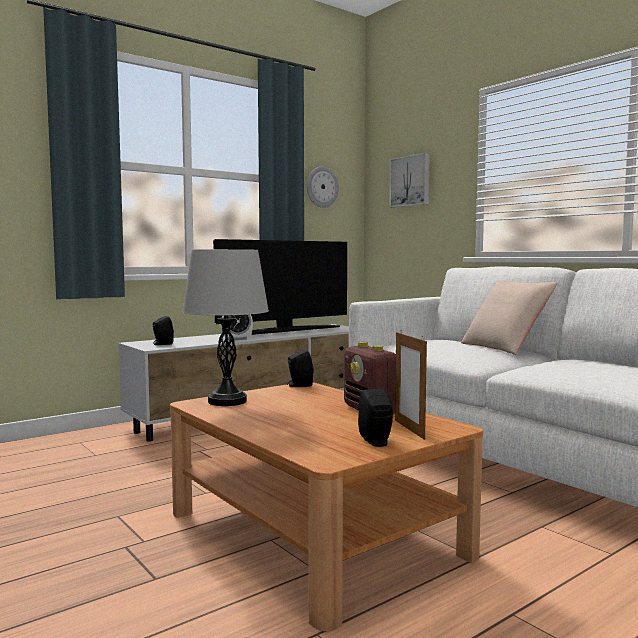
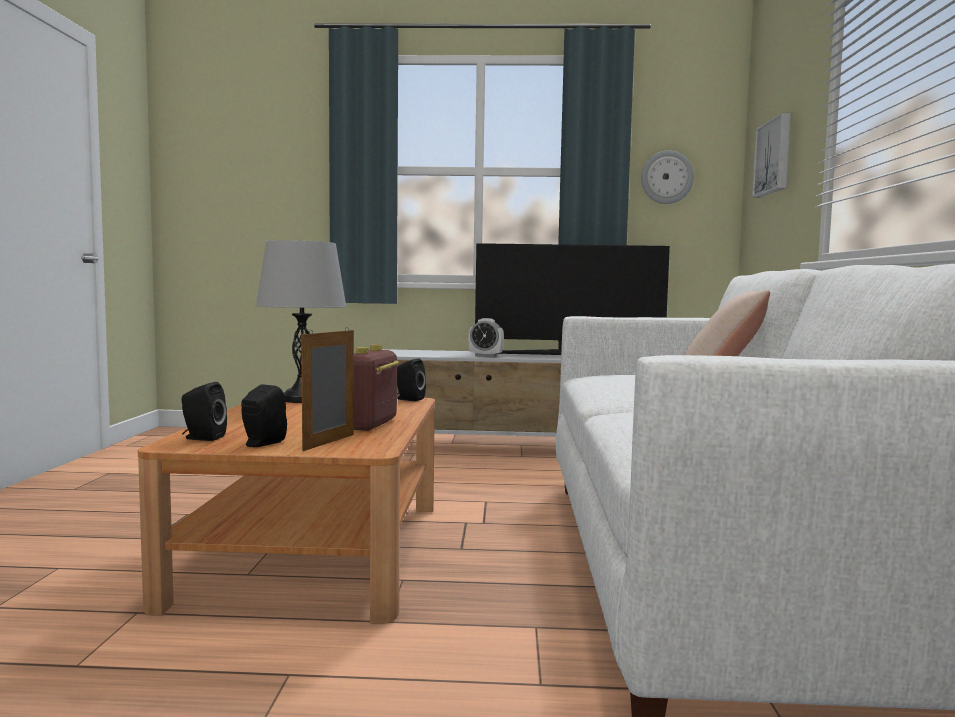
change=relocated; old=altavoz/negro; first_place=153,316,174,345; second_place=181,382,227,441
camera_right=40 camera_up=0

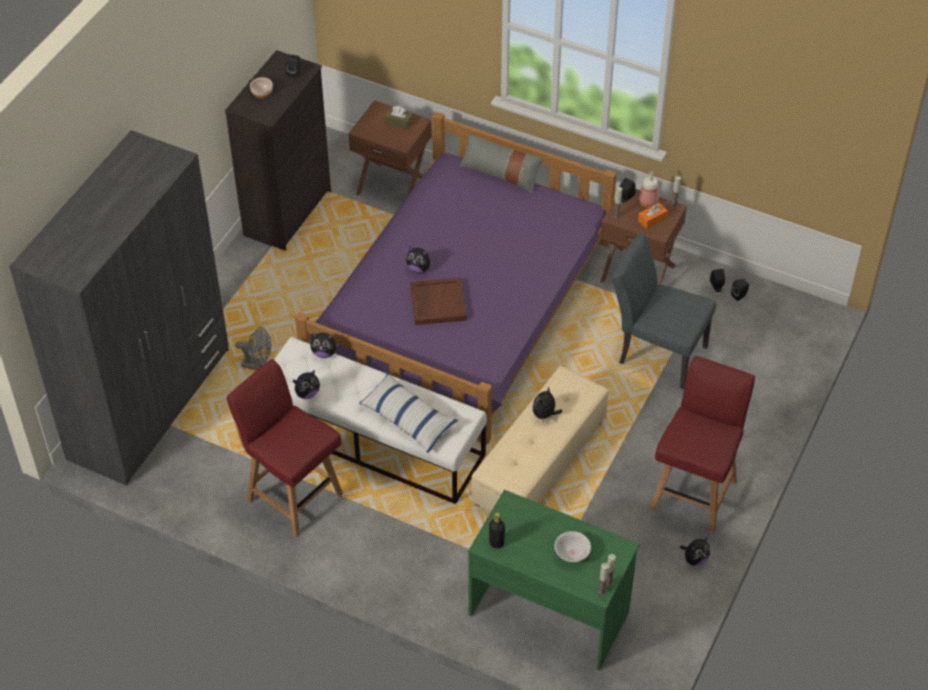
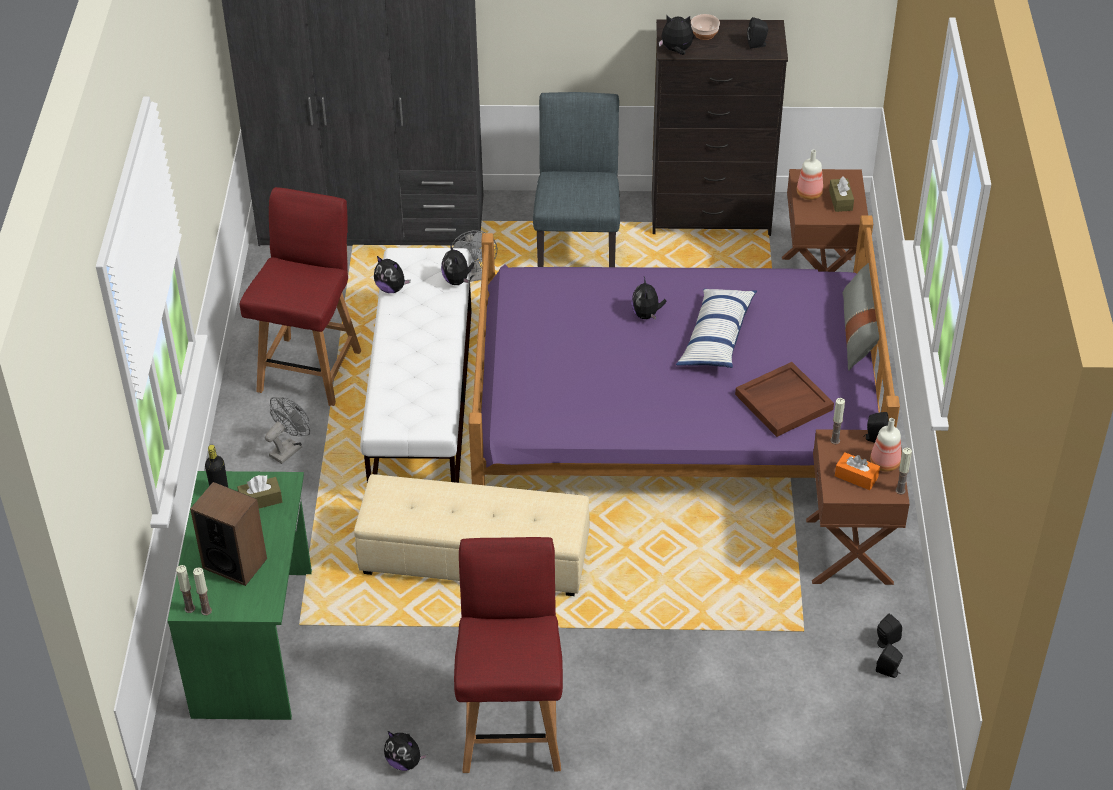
change=exchanged; old=cuenco/blanco; new=altavoz; first_place=554,531,591,562; second_place=190,482,267,586
change=appeared; new=caja de pañuelos/marrón; second_place=237,475,282,508
change=appeared; new=ventilador/gris; second_place=265,397,310,464
change=spun; old=silla/rojo; first_place=650,356,755,532; second_place=454,537,563,773; degrees=-90
change=relocated; old=silla/gris; first_place=612,233,716,389; second_place=533,92,620,267
change=relocated; old=peluche; first_place=533,387,563,421; second_place=659,15,693,55
change=relocated; old=cojín; first_place=359,372,458,453; second_place=676,289,757,368
change=relocated; old=bandeja/marrón; first_place=410,278,467,325; second_place=735,362,834,437
change=appeared; new=botella; second_place=797,150,823,200
camera_right=65 camera_up=-5

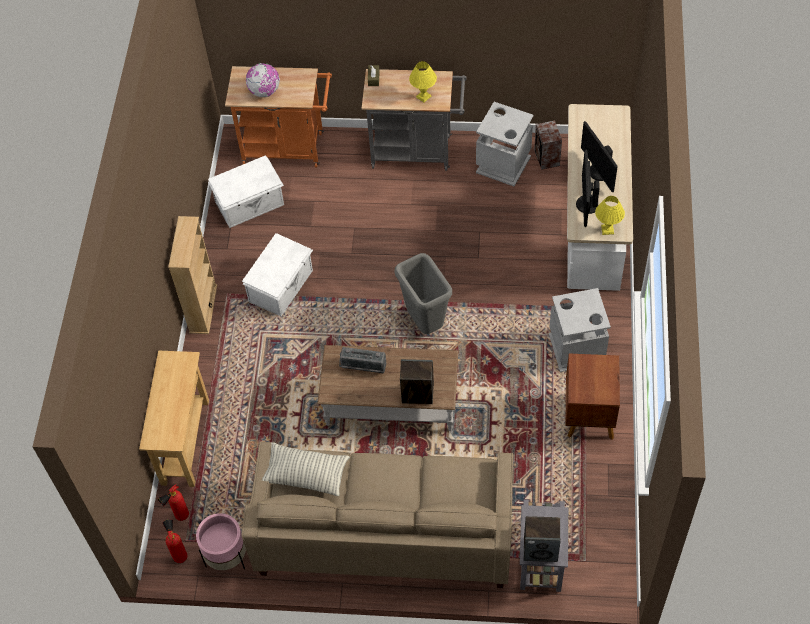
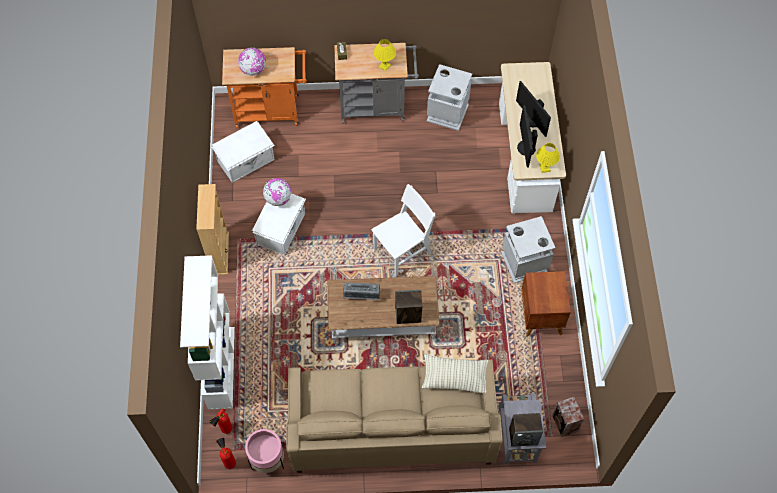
change=exchanged; old=mesa consola/beis; new=estantería/blanco; first_place=139,350,209,487; second_place=180,255,235,409
change=appeared; new=globo terráqueo; second_place=263,178,291,206
change=exchanged; old=papelera/gris; new=silla/blanco; first_place=395,253,452,334; second_place=371,184,435,276
change=relocated; old=cojín; first_place=262,442,350,496; second_place=422,354,488,393
change=relocated; old=altavoz; first_place=534,121,562,170; second_place=552,397,584,437
camera_right=-10 camera_up=5

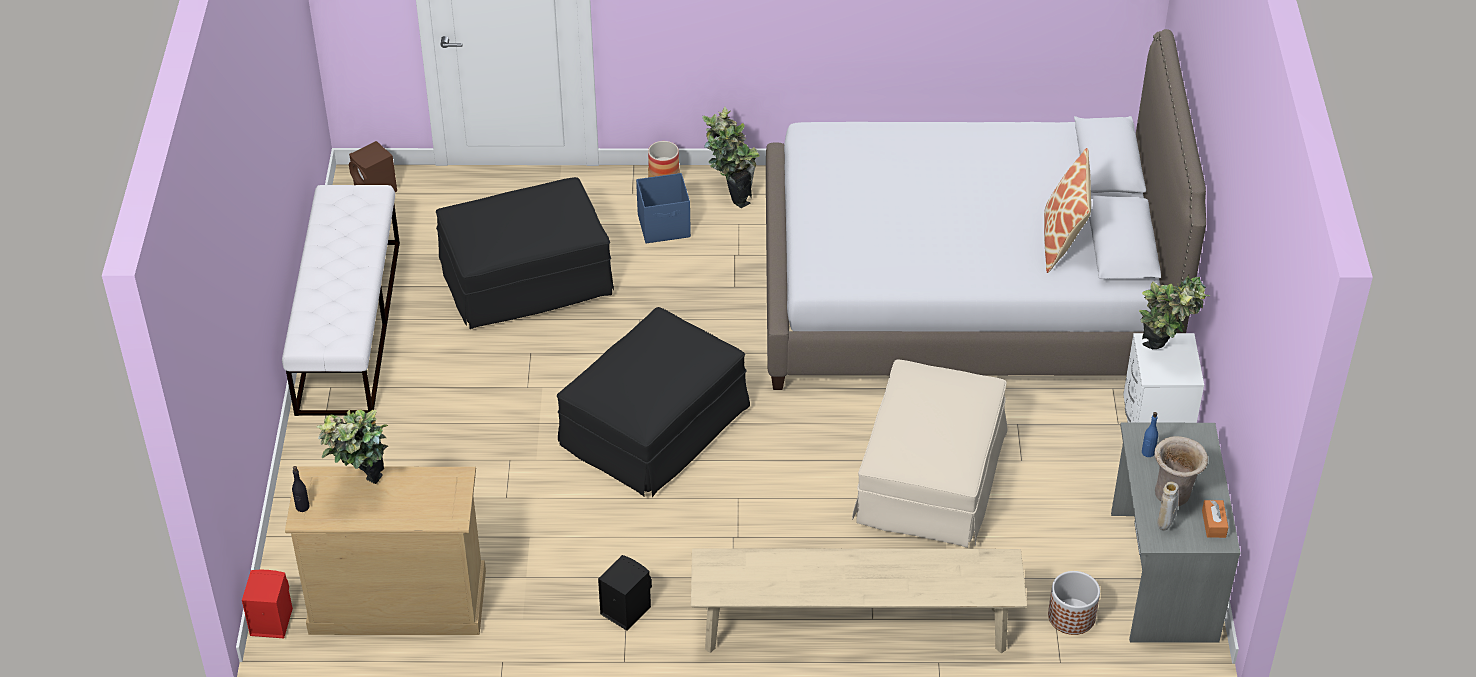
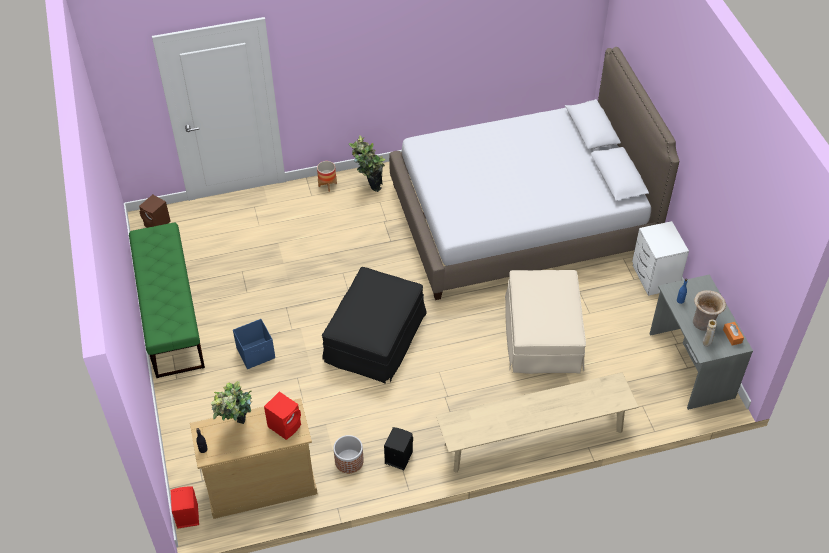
change=colour; old=banco/blanco; new=banco/verde; first_place=282,185,400,416; second_place=129,223,205,378
change=relocated; old=caja de almacenaje/azul; first_place=636,173,691,243; second_place=233,319,275,369
change=appeared; new=altavoz/rojo; second_place=264,391,301,440
change=relocated; old=maceta; first_place=1048,571,1100,635; second_place=333,435,364,473
change=missing; old=puf/negro; first_place=436,177,614,329
change=missing; old=cojín; first_place=1044,148,1091,273
change=missing; old=planta en maceta; first_place=1139,275,1211,349
camera_right=-15 camera_up=5

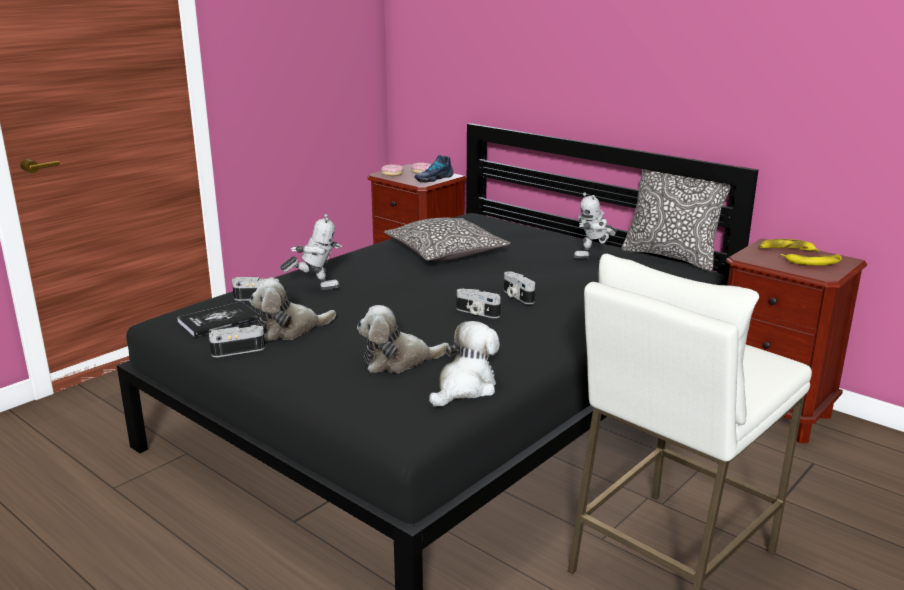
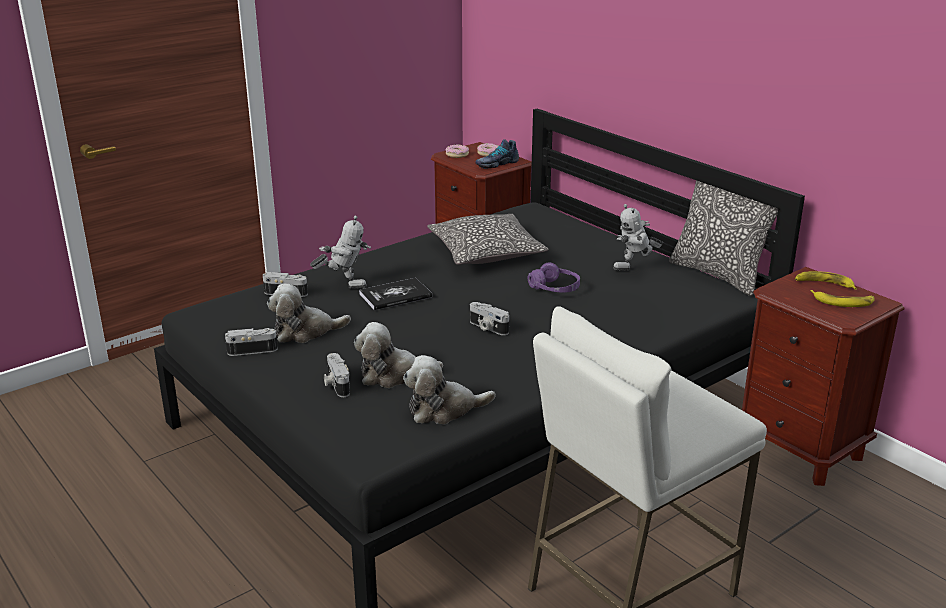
change=relocated; old=cámara; first_place=504,271,535,304; second_place=324,353,350,397
change=relocated; old=libro; first_place=177,301,260,337; second_place=359,278,432,310
change=spun; old=peluche; first_place=429,321,500,407; second_place=403,355,496,424; degrees=-150
change=appeared; new=auriculares/morado; second_place=528,262,580,292
camera_right=10 camera_up=5

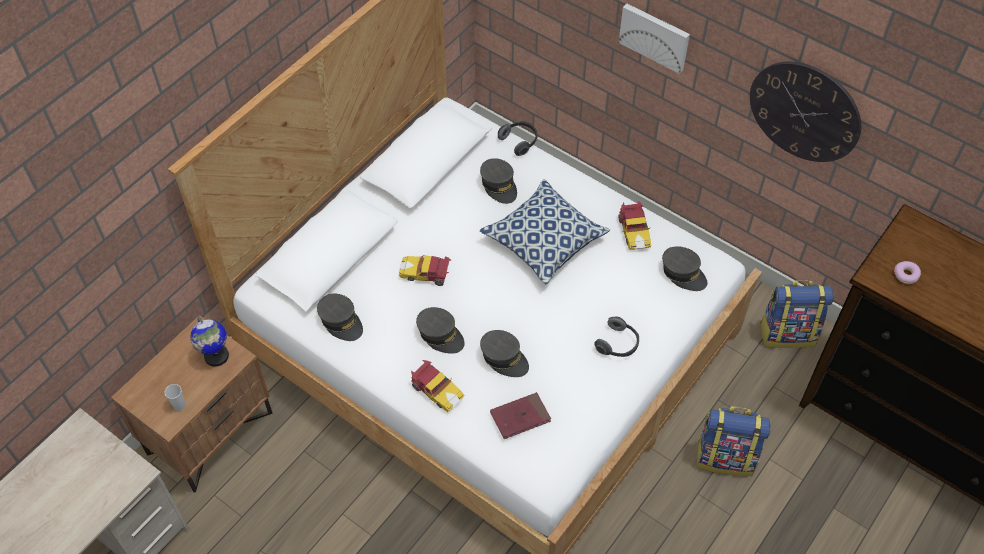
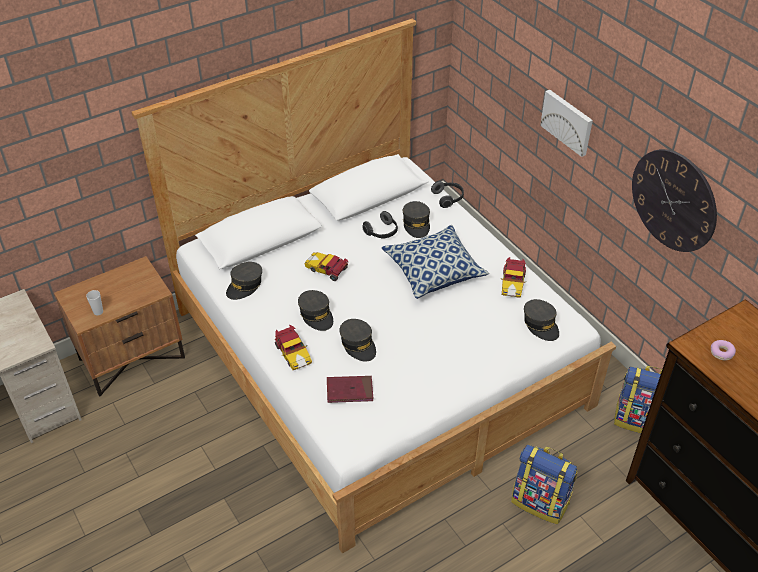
change=spun; old=gorra/gris; first_place=317,294,363,341; second_place=226,262,262,300; degrees=60
change=relocated; old=auriculares; first_place=594,316,639,357; second_place=362,211,398,239
change=missing; old=globo terráqueo; first_place=190,316,229,367
camera_right=20 camera_up=-10

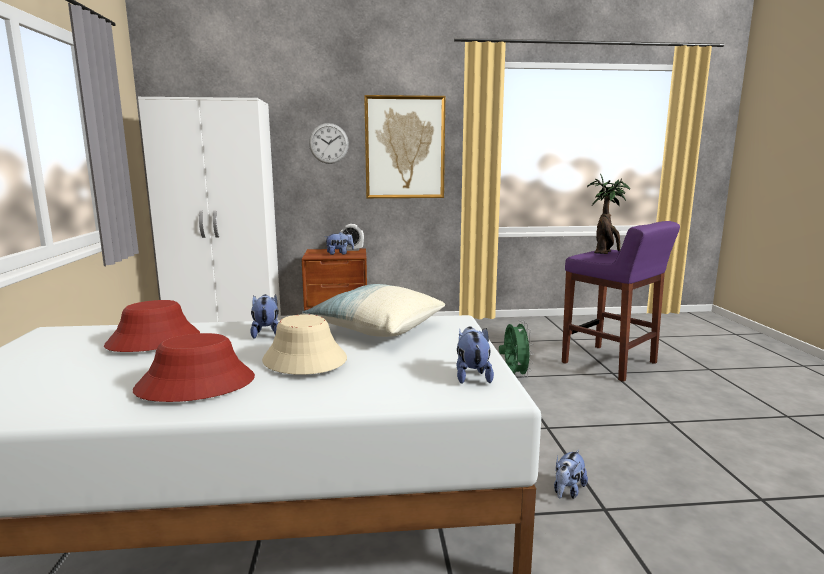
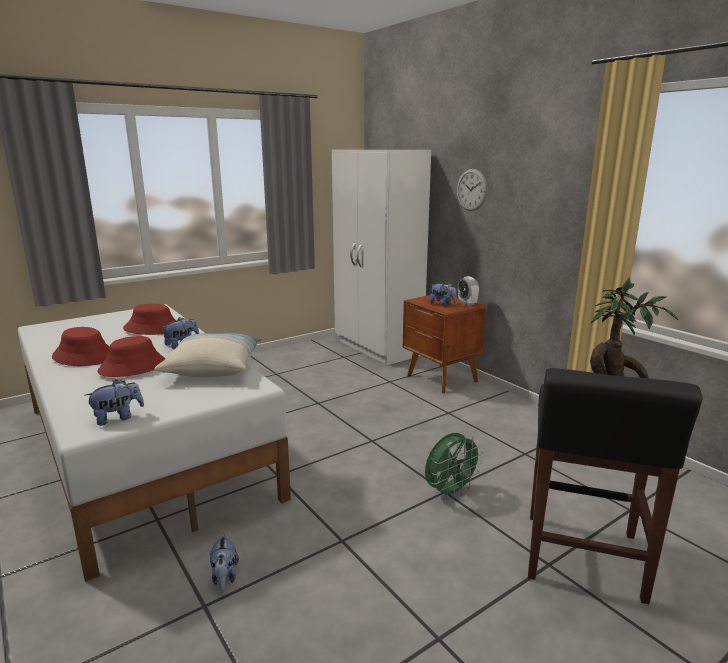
change=colour; old=sombrero/beis; new=sombrero/rojo; first_place=262,314,347,375; second_place=97,336,165,377
change=spun; old=peluche; first_place=554,450,588,499; second_place=210,534,239,591; degrees=-105
change=colour; old=taburete/morado; new=taburete/negro; first_place=562,221,680,381; second_place=528,368,703,604
change=missing; old=cuadro; first_place=364,95,445,198
camera_right=60 camera_up=5

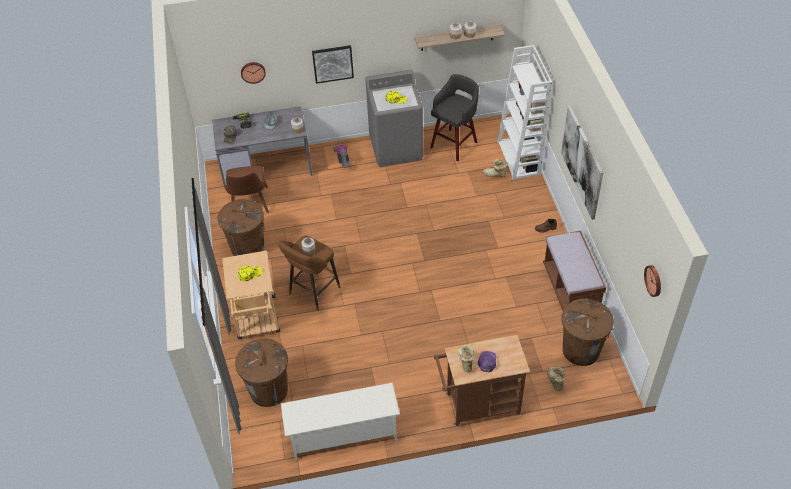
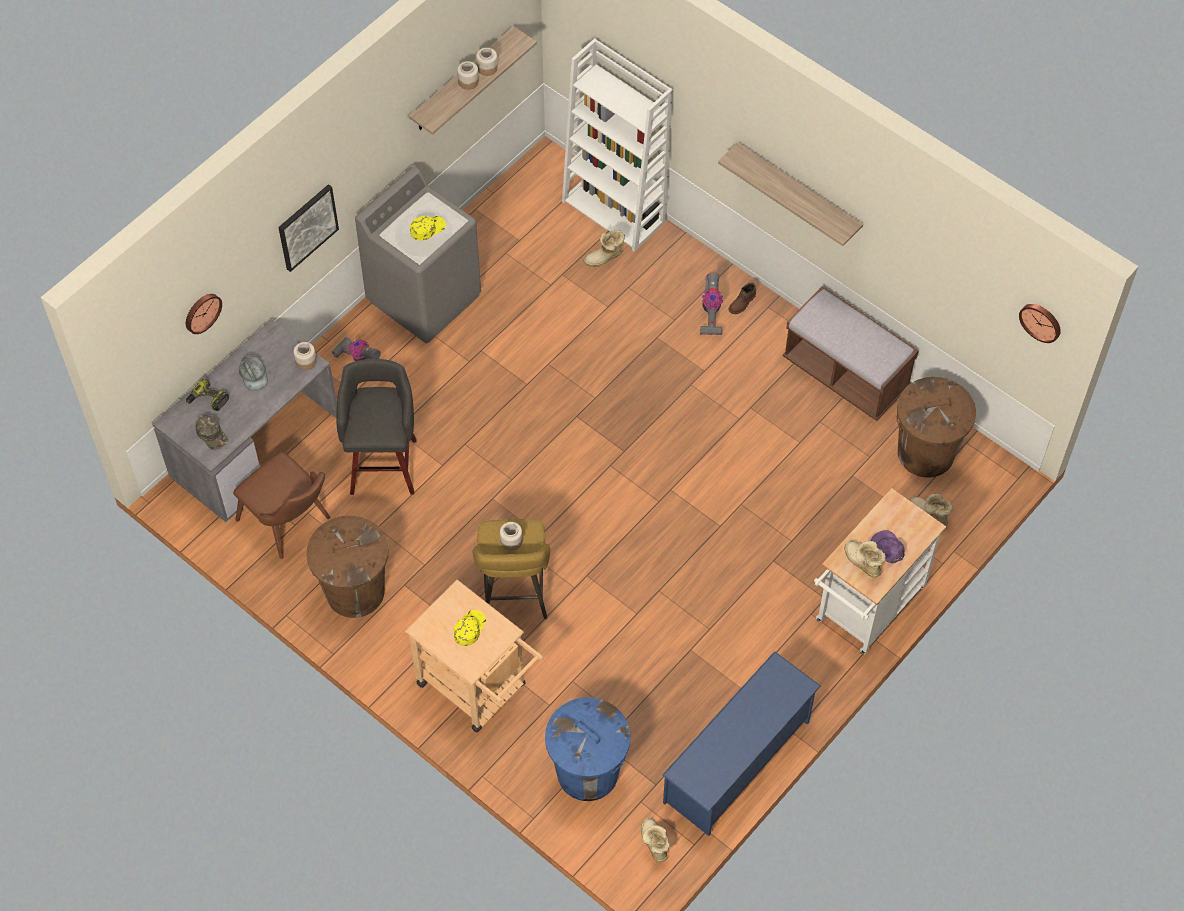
change=relocated; old=taburete/gris; first_place=430,74,479,162; second_place=337,359,417,495
change=colour; old=taburete/marrón; new=taburete/amarillo; first_place=278,236,340,311; second_place=473,519,550,619
change=colour; old=papelera/marrón; new=papelera/azul; first_place=235,339,288,407; second_place=545,697,630,801
change=appeared; new=bota; second_place=641,818,669,862
change=colour; old=zapatero/blanco; new=zapatero/azul; first_place=281,383,400,460; second_place=662,651,821,836
change=appeared; new=aspiradora; second_place=700,273,723,335
change=exchanged; old=cuadro; new=estante; first_place=561,106,604,220; second_place=718,142,863,246
change=colour; old=carrito/marrón; new=carrito/blanco; first_place=434,335,530,426; second_place=814,488,946,655
camera_right=-40 camera_up=10

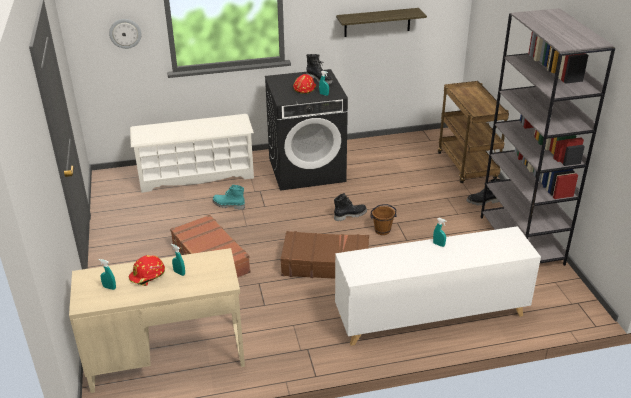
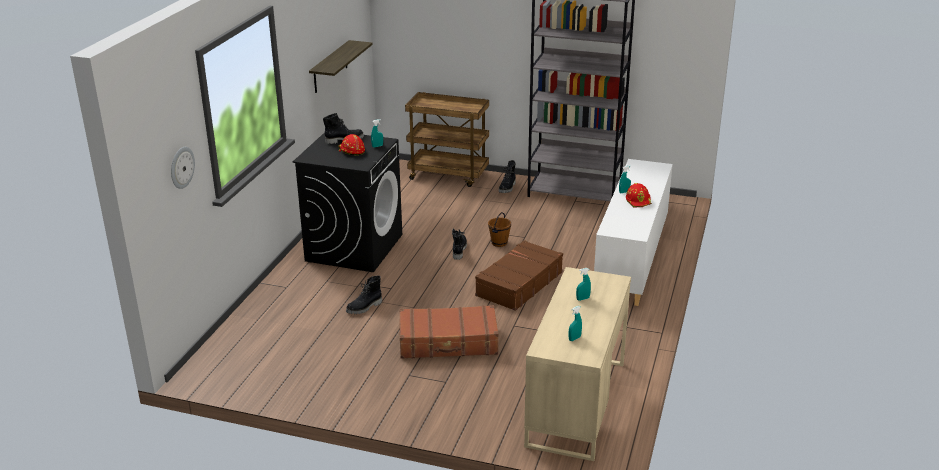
change=colour; old=bota/turquesa; new=bota/negro; first_place=213,185,245,210; second_place=346,276,382,314
change=relocated; old=casco/rojo; first_place=129,255,165,286; second_place=626,183,652,208
change=missing; old=zapatero/blanco; first_place=130,114,254,193
camera_right=-60 camera_up=-5

